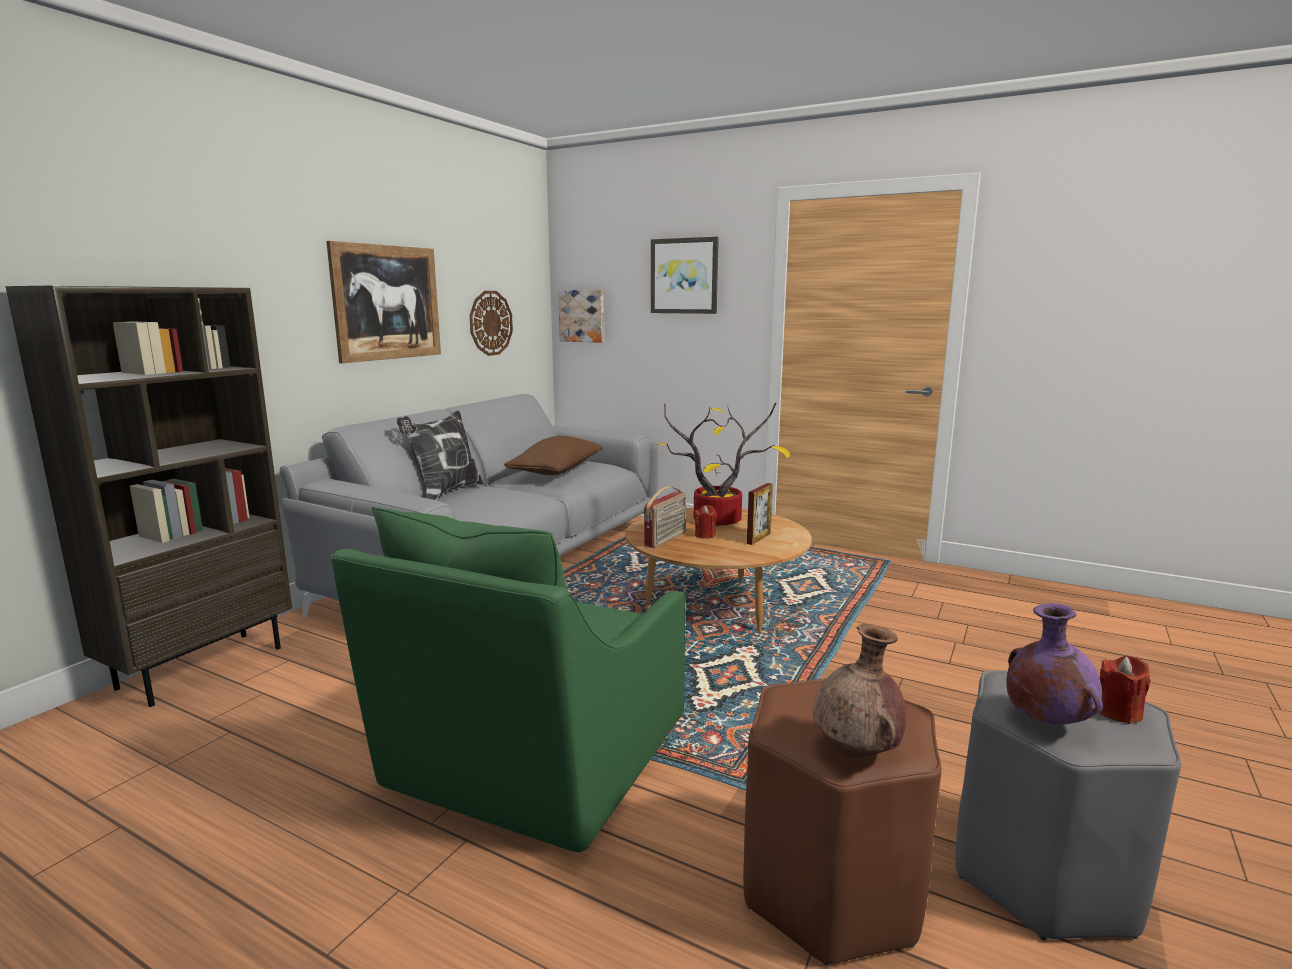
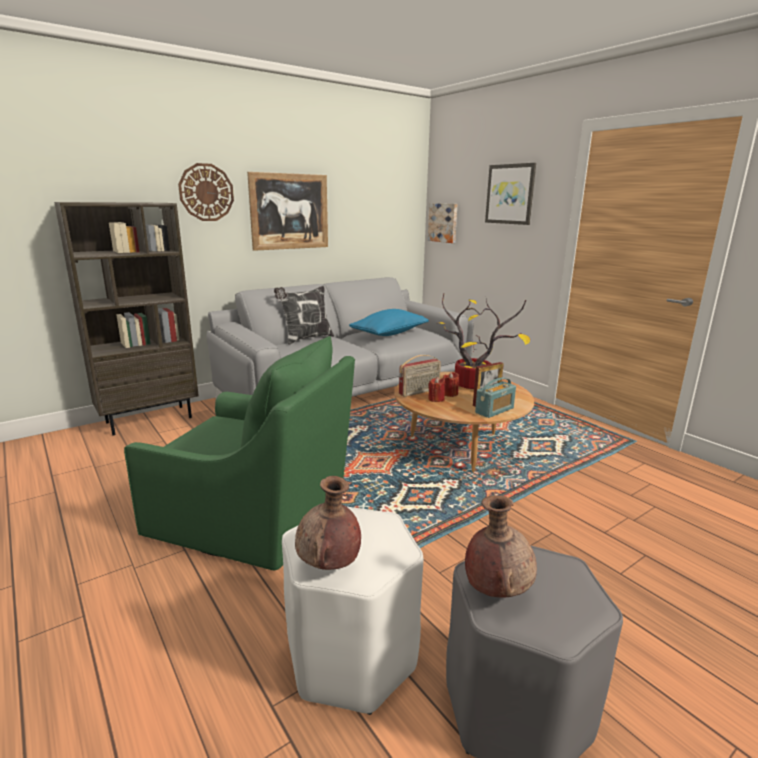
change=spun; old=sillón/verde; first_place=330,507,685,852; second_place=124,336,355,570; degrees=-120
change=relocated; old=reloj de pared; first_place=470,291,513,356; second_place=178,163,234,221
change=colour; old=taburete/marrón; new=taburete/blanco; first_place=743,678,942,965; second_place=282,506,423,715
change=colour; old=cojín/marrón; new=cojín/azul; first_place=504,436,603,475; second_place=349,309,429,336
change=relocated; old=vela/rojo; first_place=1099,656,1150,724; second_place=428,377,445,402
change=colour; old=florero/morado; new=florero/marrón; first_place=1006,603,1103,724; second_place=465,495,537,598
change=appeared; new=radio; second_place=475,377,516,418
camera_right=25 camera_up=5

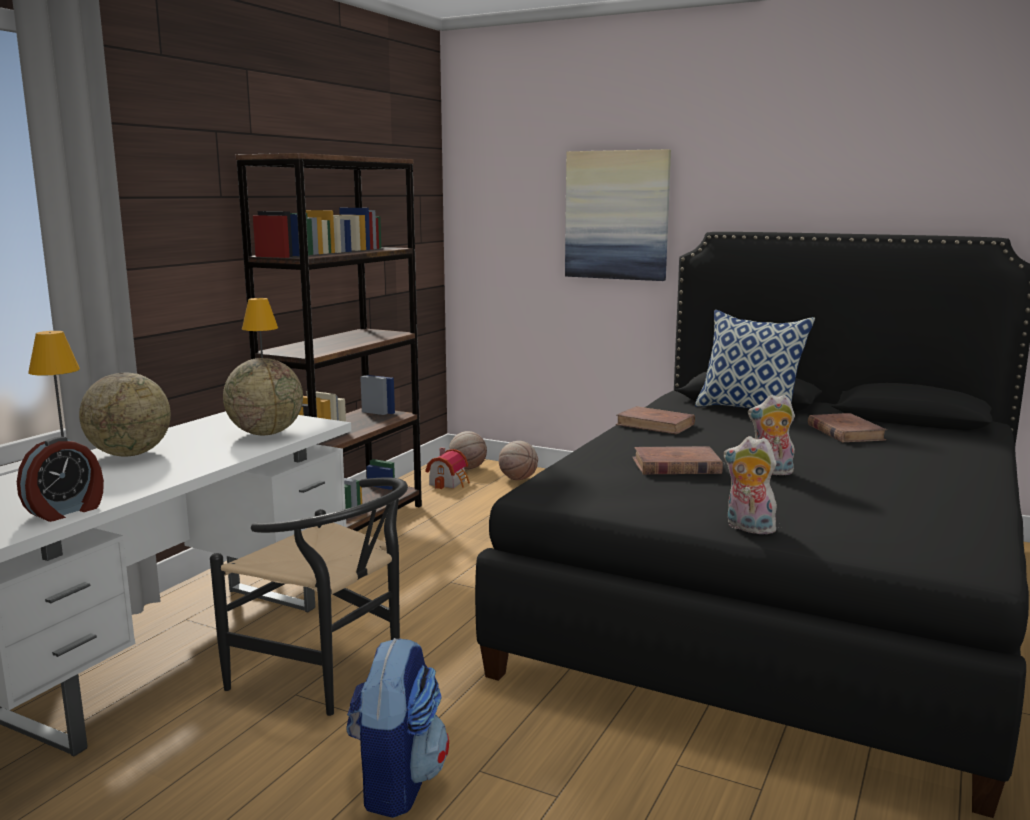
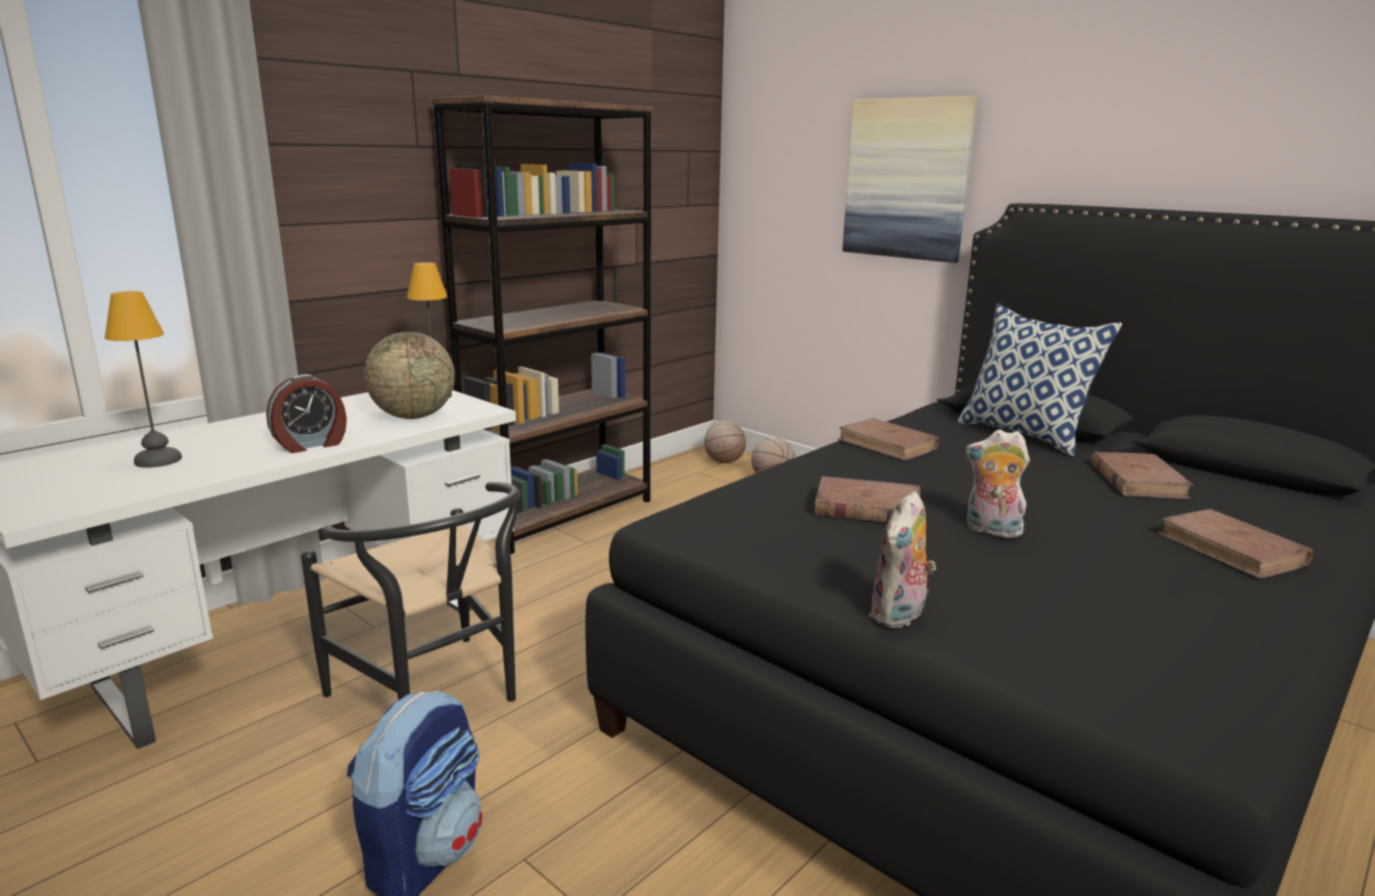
change=relocated; old=despertador; first_place=17,437,104,522; second_place=266,374,347,453
change=spun; old=peluche; first_place=724,436,781,534; second_place=869,491,936,628; degrees=-105
change=appeared; new=libro/marrón; second_place=1158,509,1313,579
change=missing; old=globo terráqueo; first_place=79,373,171,456
change=missing; old=casita; first_place=425,447,470,489
camera_right=15 camera_up=5

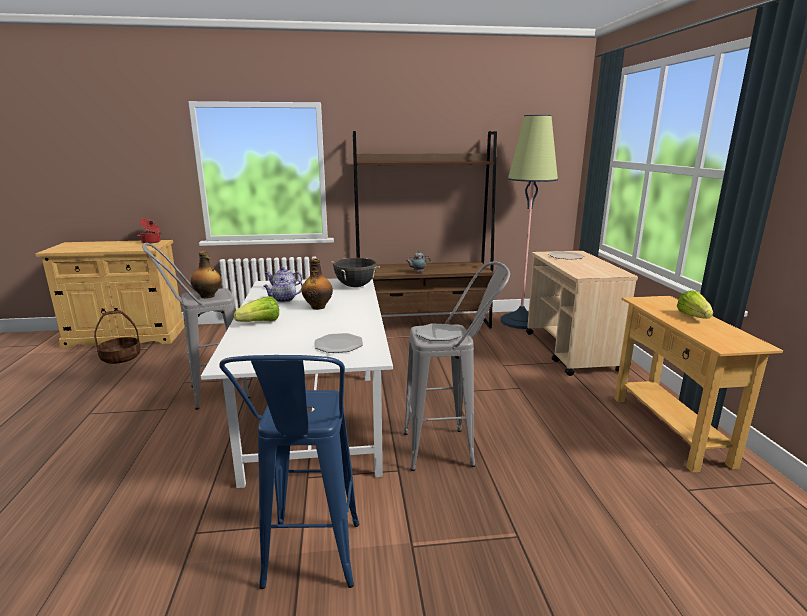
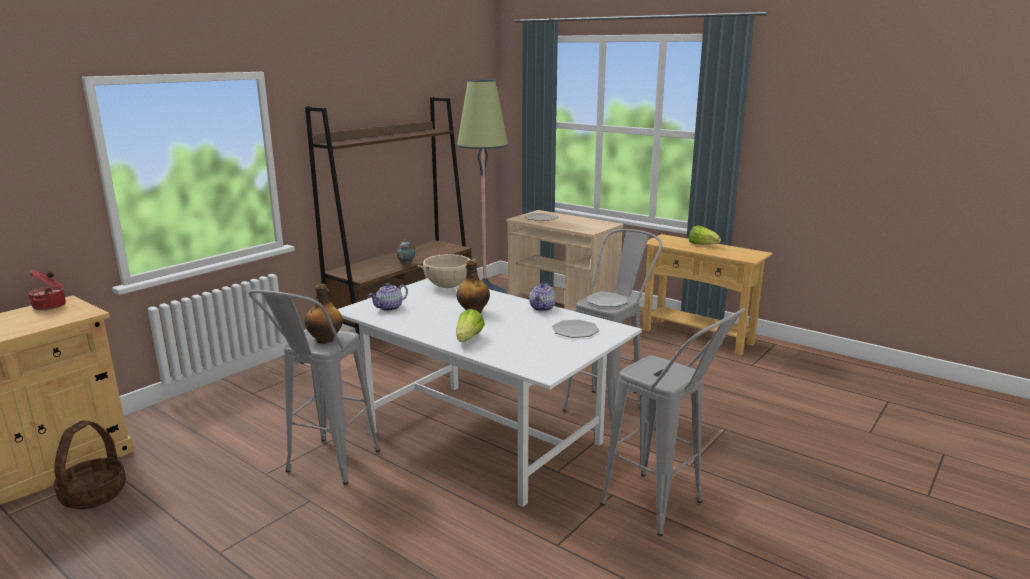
change=colour; old=olla/negro; new=olla/beis; first_place=331,258,380,287; second_place=418,254,476,288
change=relocated; old=tetera; first_place=263,277,303,302; second_place=529,283,556,311
change=colour; old=taburete/azul; new=taburete/gris; first_place=219,355,359,589; second_place=600,308,746,536
camera_right=-45 camera_up=0

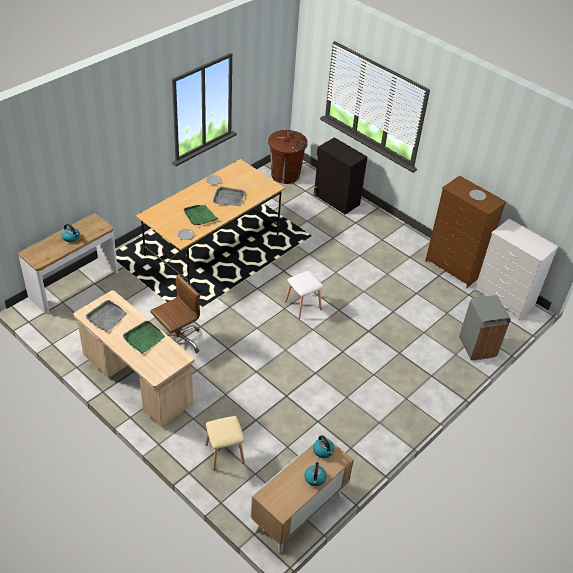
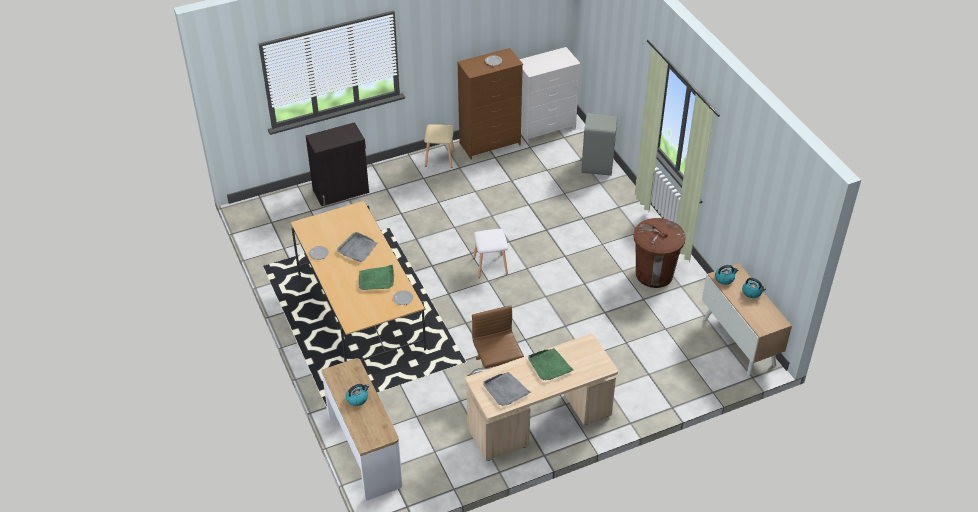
change=relocated; old=taburete/beis; first_place=205,416,245,471; second_place=424,124,455,168
change=relocated; old=papelera/marrón; first_place=268,130,308,184; second_place=633,218,686,288
camera_right=-65 camera_up=0

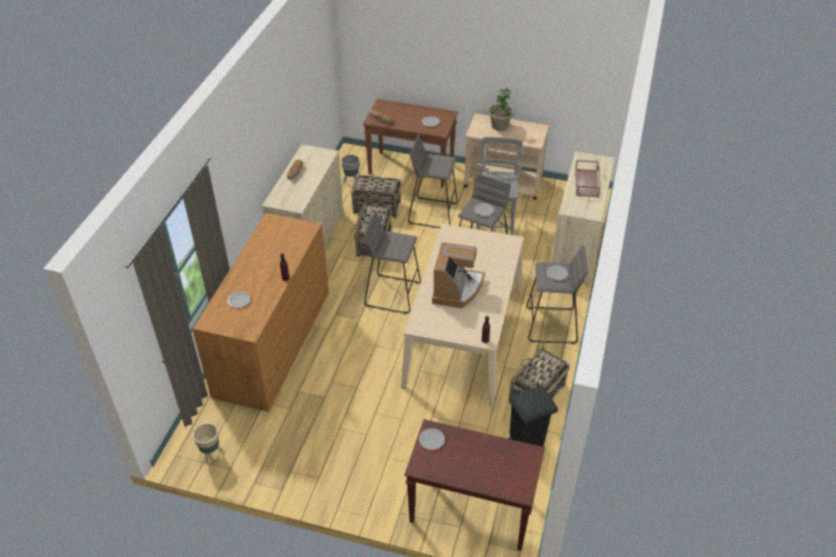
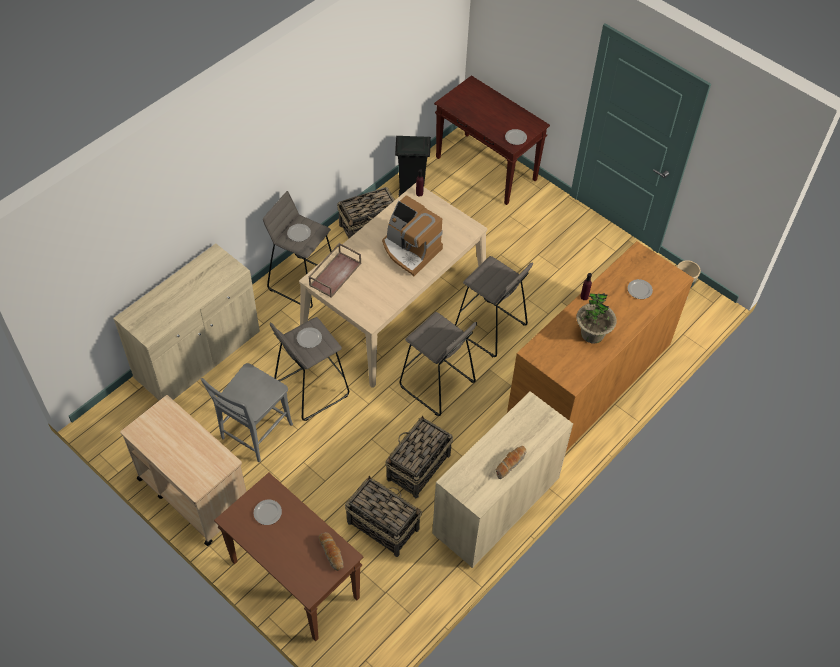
change=relocated; old=bandeja/marrón; first_place=575,160,601,198; second_place=309,243,361,298
change=spun; old=cafetera; first_place=432,242,485,308; second_place=382,195,443,277; degrees=-90
change=relocated; old=taburete/gris; first_place=408,134,458,228; second_place=455,256,533,357
change=relocated; old=planta en maceta; first_place=487,88,515,131; second_place=576,293,617,344
change=missing; old=maceta/gris; first_place=341,155,360,184
camera_right=-155 camera_up=10

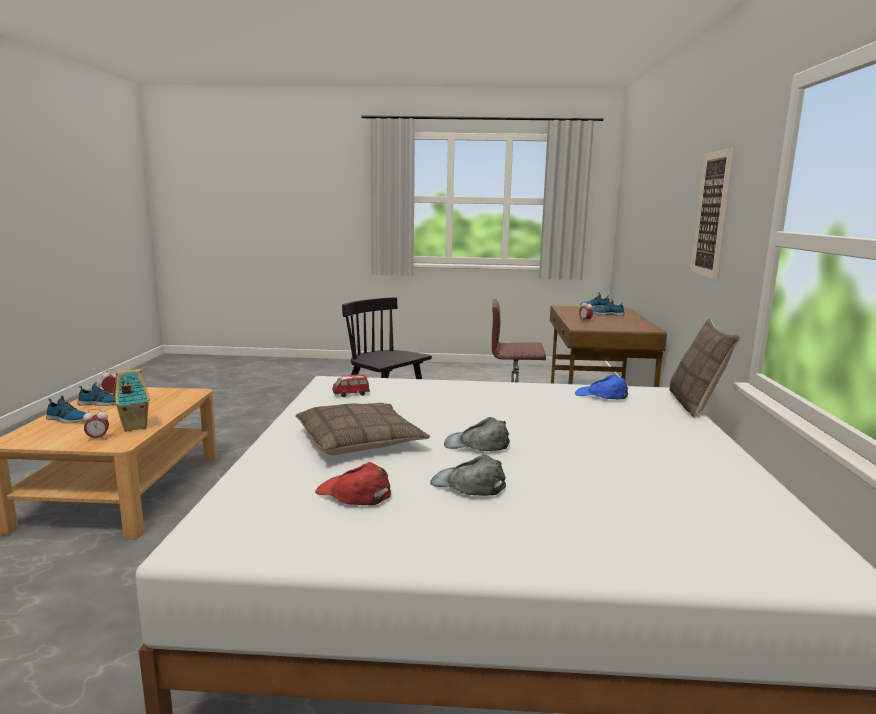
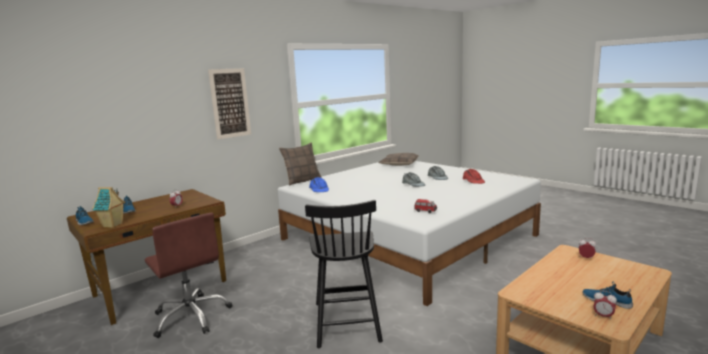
change=relocated; old=casita; first_place=113,369,150,432; second_place=92,187,125,228
change=relocated; old=cojín; first_place=295,403,430,455; second_place=378,153,419,166
change=missing; old=zapato; first_place=46,396,86,423
camera_right=-135 camera_up=0

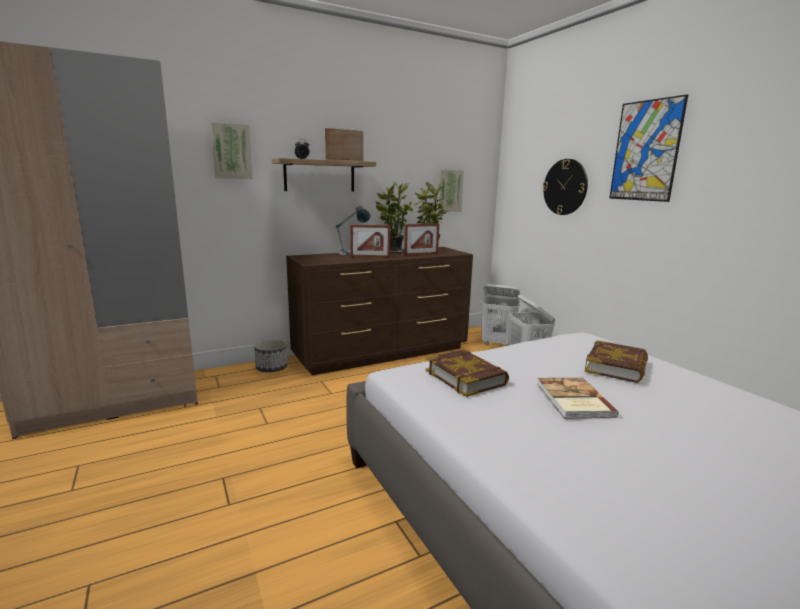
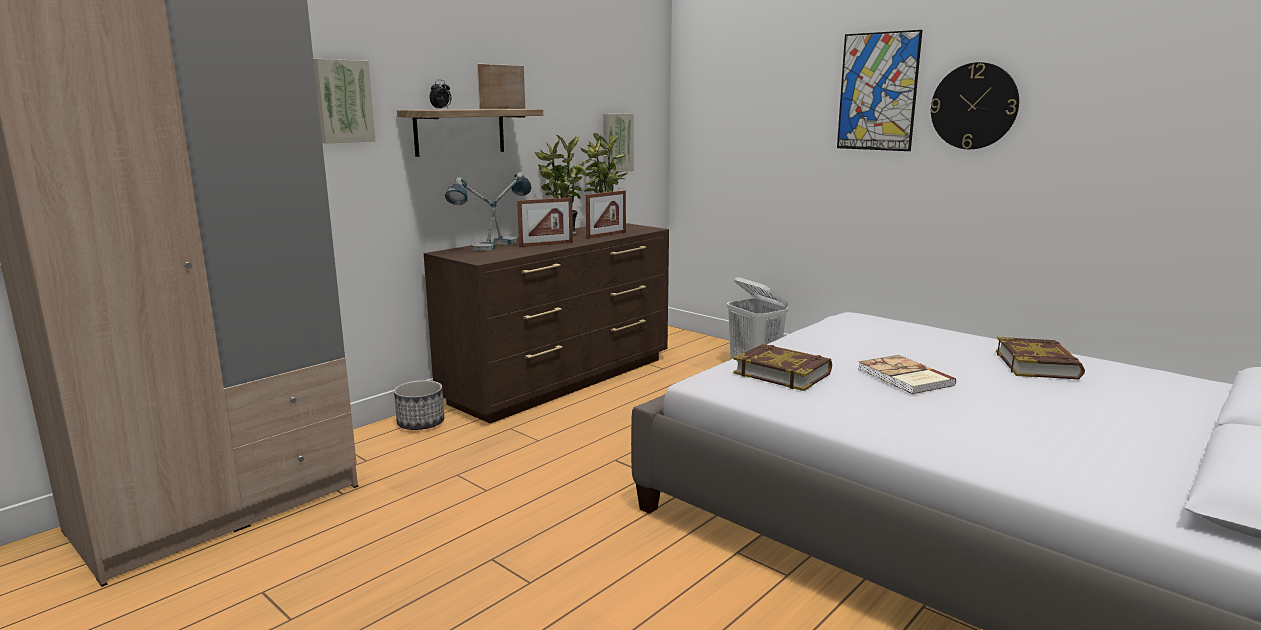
change=appeared; new=lámpara de mesa; second_place=445,177,496,251
change=relocated; old=reloj de pared; first_place=543,159,588,215; second_place=930,62,1019,149
change=relocated; old=libro; first_place=585,340,648,383; second_place=996,337,1085,379
change=missing; old=cesto de la ropa/blanco; first_place=481,284,520,346
camera_right=-20 camera_up=0

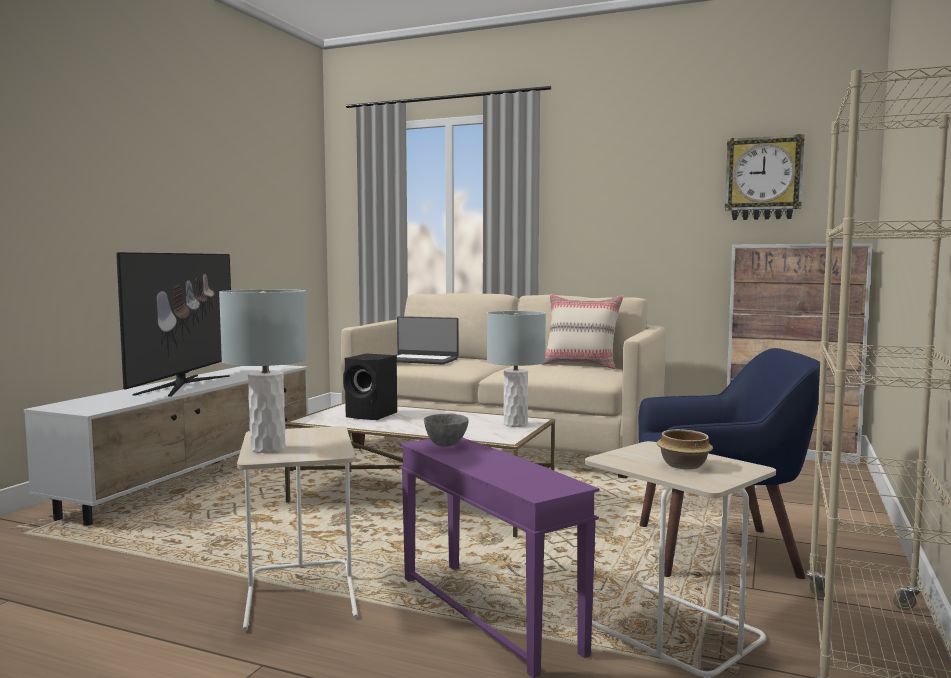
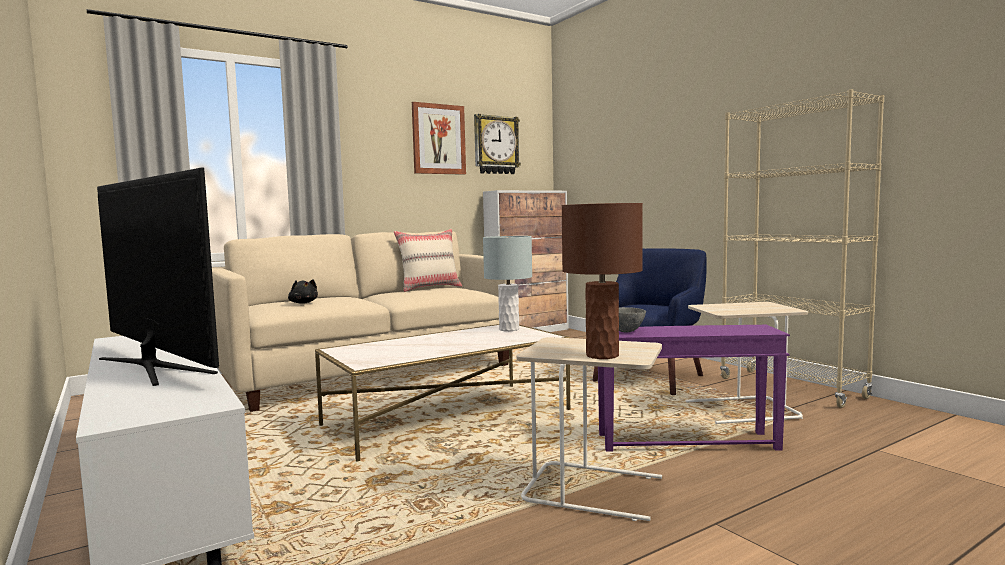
change=exchanged; old=portátil; new=peluche/negro; first_place=396,316,459,365; second_place=288,279,318,304
change=appeared; new=cuadro; second_place=412,102,466,175
change=colour; old=lámpara de mesa/gris; new=lámpara de mesa/marrón; first_place=219,289,308,453; second_place=561,203,643,359
change=missing; old=altavoz/negro; first_place=343,354,397,420
change=missing; old=cuenco; first_place=657,429,713,470
camera_right=-55 camera_up=0

